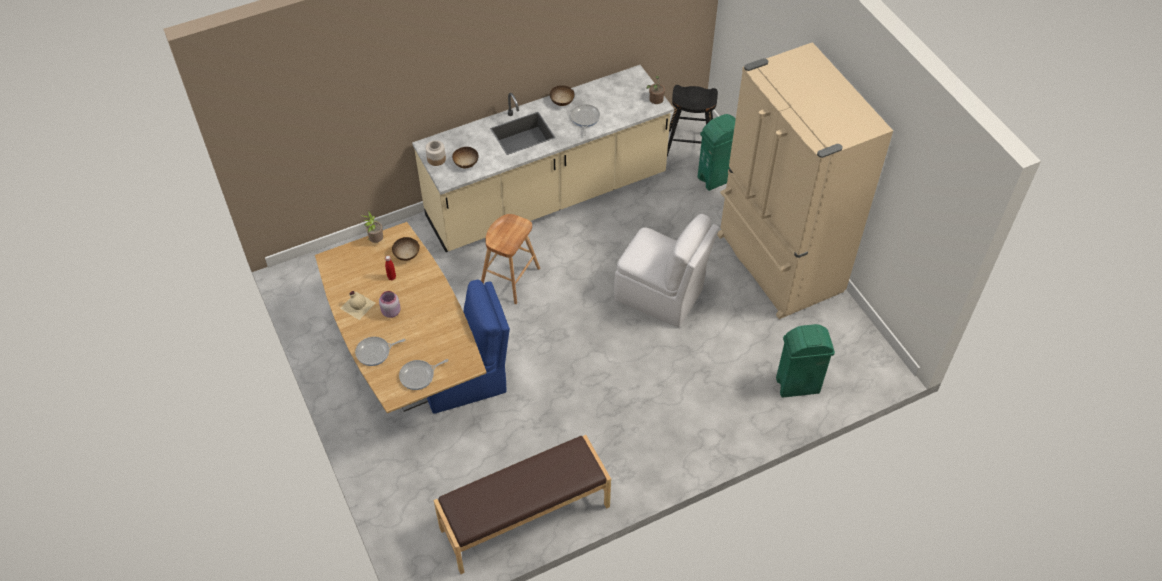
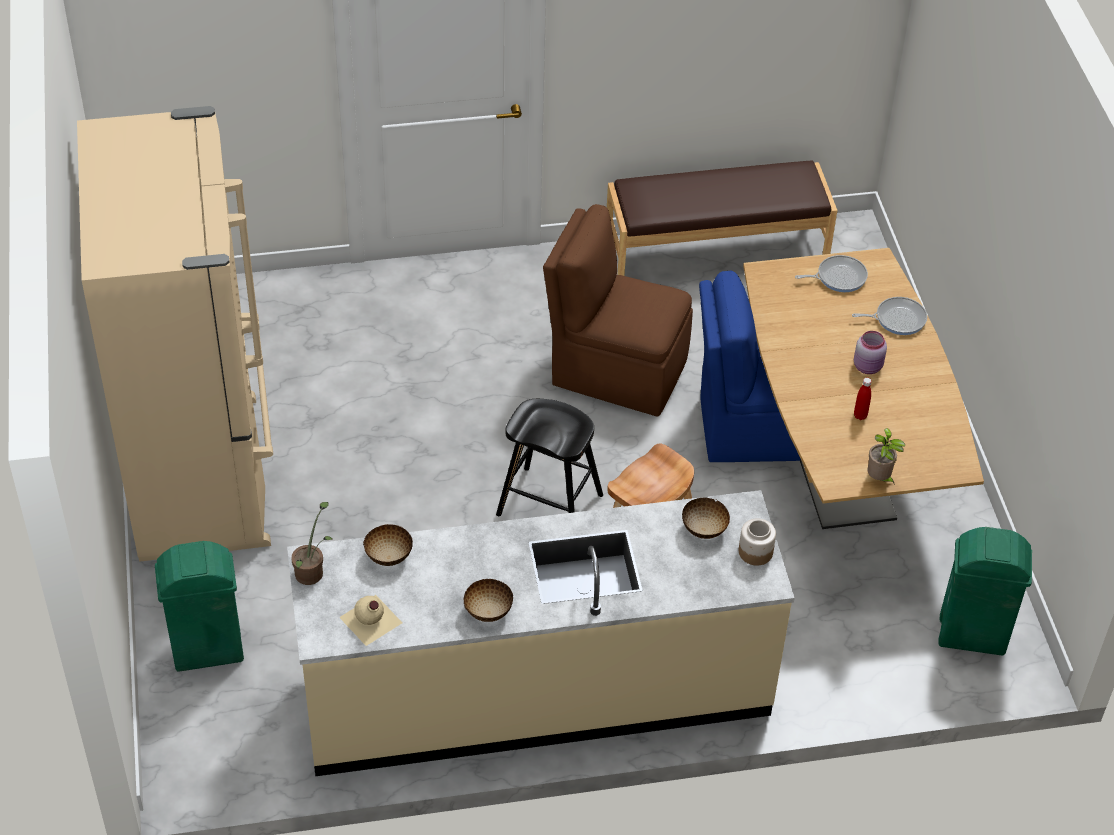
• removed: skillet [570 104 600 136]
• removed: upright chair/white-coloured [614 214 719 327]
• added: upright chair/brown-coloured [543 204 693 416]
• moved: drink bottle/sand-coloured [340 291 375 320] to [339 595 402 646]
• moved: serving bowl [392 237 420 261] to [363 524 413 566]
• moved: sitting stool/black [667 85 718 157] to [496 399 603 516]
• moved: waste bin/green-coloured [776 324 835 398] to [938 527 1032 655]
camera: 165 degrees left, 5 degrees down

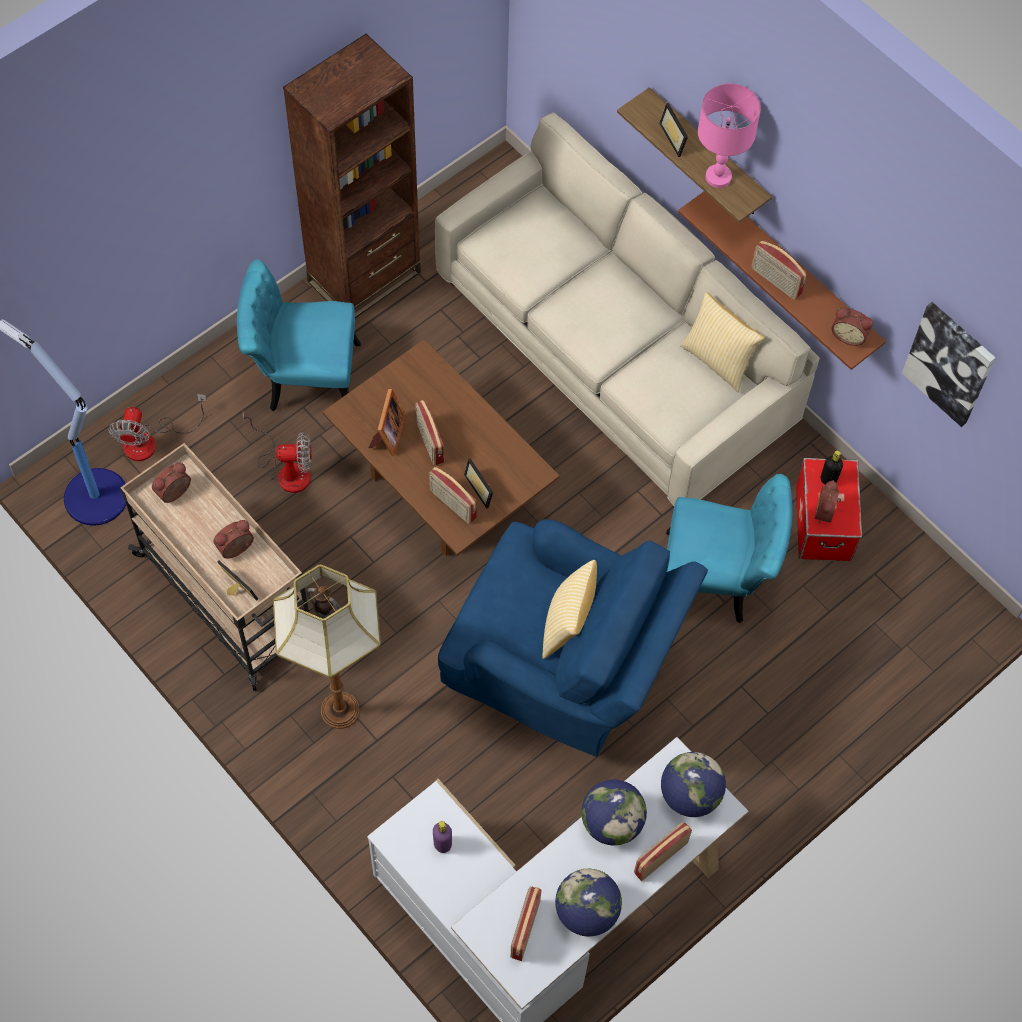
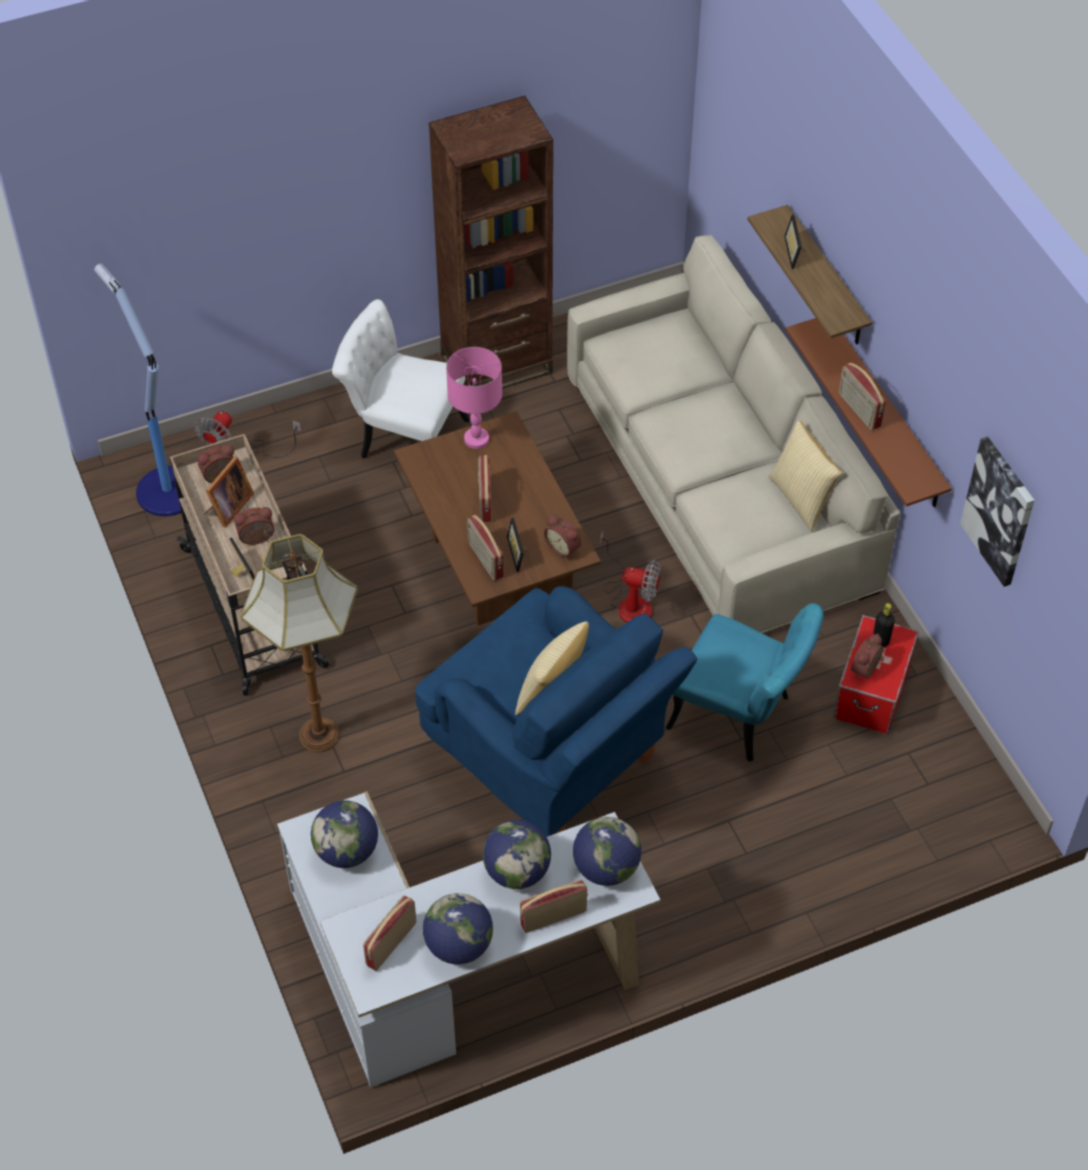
• moved: fan [243 412 312 493] to [600 531 661 623]
• moved: photo frame [369 389 406 456] to [204 456 254 527]
• moved: tabletop lamp/pinkish [698 83 761 188] to [446 347 502 449]
• moved: table clock [832 307 873 346] to [544 515 581 558]
• replaced: drink bottle/purple-coloured [433 821 452 853] to desk globe [311 800 378 868]
• recoloured: upright chair/turquoise-coloured [237 259 361 411] to upright chair/white-coloured [332 299 470 459]
camera: 20 degrees right, 10 degrees down

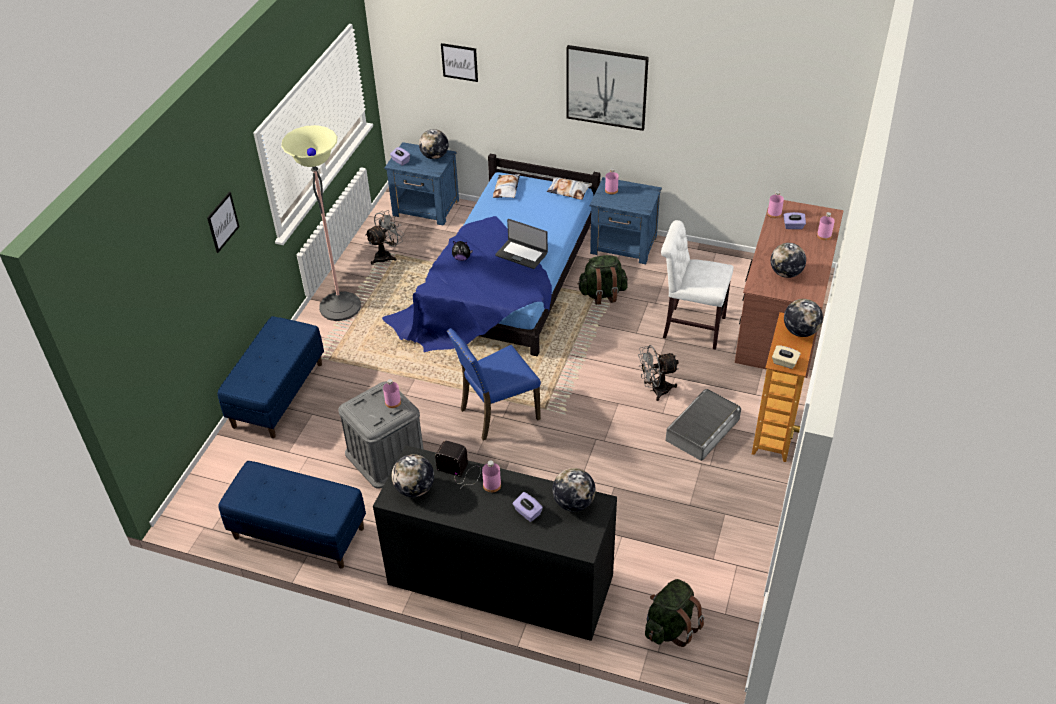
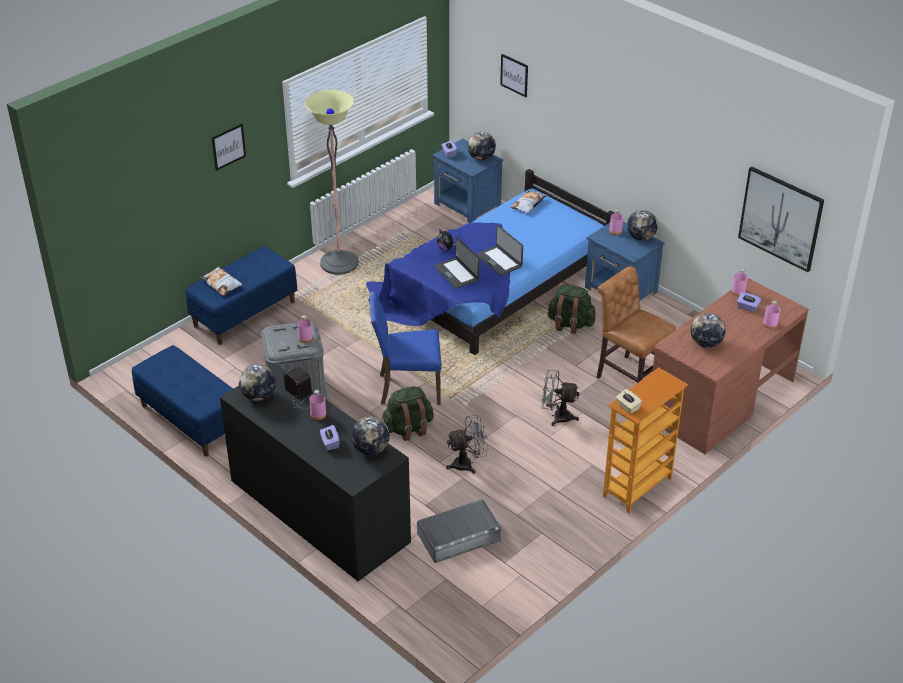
• added: laptop [434 237 480 289]
• moved: fan/gray [365 210 404 265] to [446 415 488 474]
• moved: throw pillow [547 177 591 200] to [201 267 242 296]
• moved: wall picture [566 45 649 131] to [738 166 824 272]
• moved: backpack/green-coloured [645 579 704 647] to [382 386 434 441]
• moved: storage bin/gray [666 389 741 461] to [417 500 501 563]
• moved: desk globe [784 299 823 337] to [627 210 658 241]
• recoloured: upright chair/white-coloured [661 220 734 350] to upright chair/brown-coloured [597 266 676 383]
camera: 25 degrees right, 5 degrees down

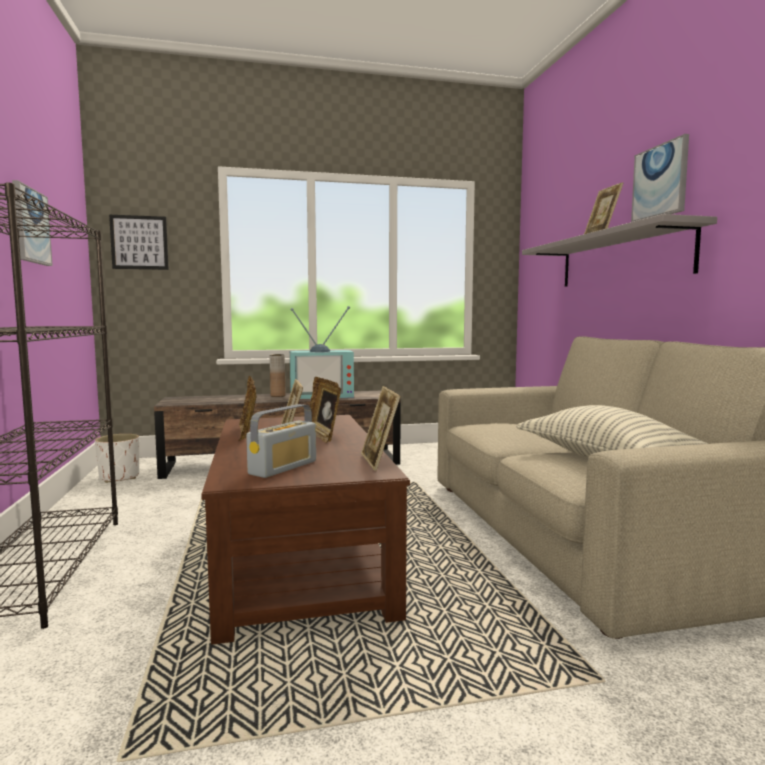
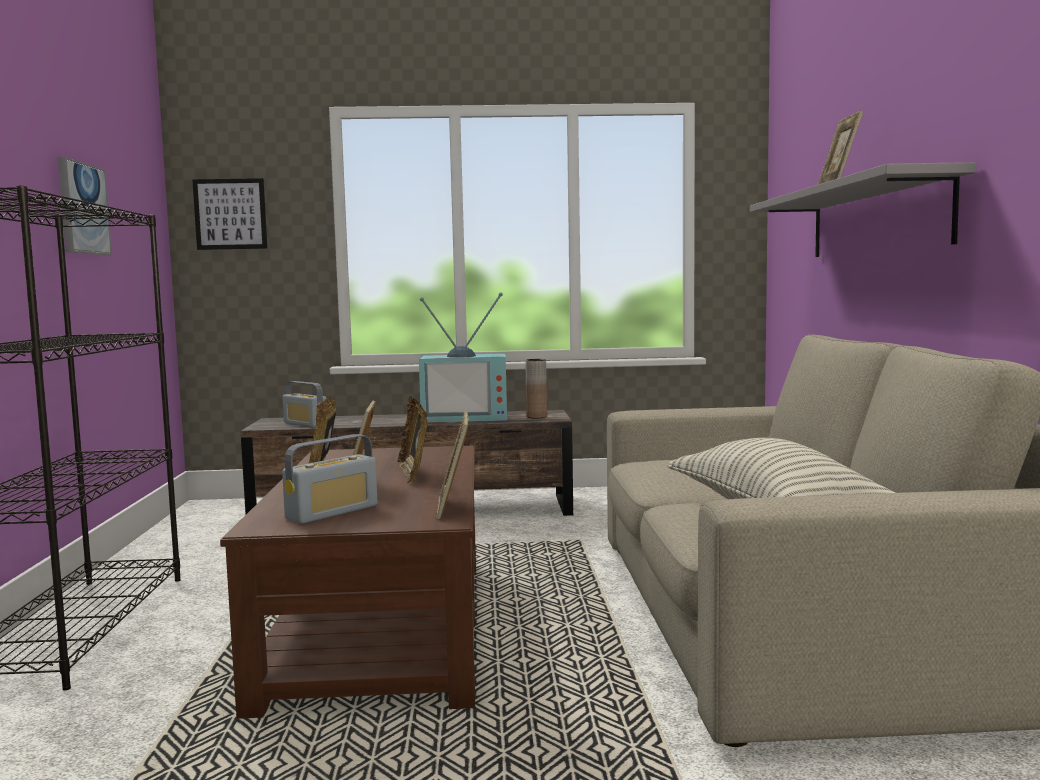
• removed: planter/white-coloured [95 434 139 483]
• removed: wall picture [631 134 689 222]
• added: radio set [283 381 327 427]
• moved: decorative vase/brown-coloured [270 354 285 397] to [525 359 547 418]
camera: 10 degrees right, 0 degrees up

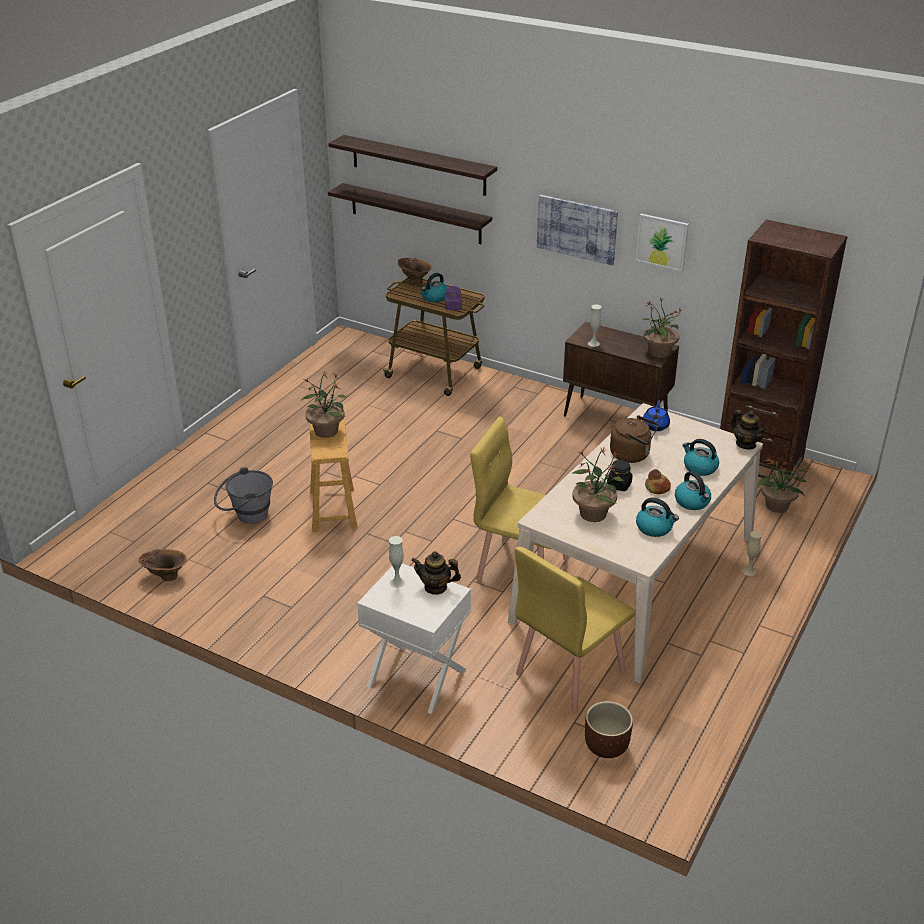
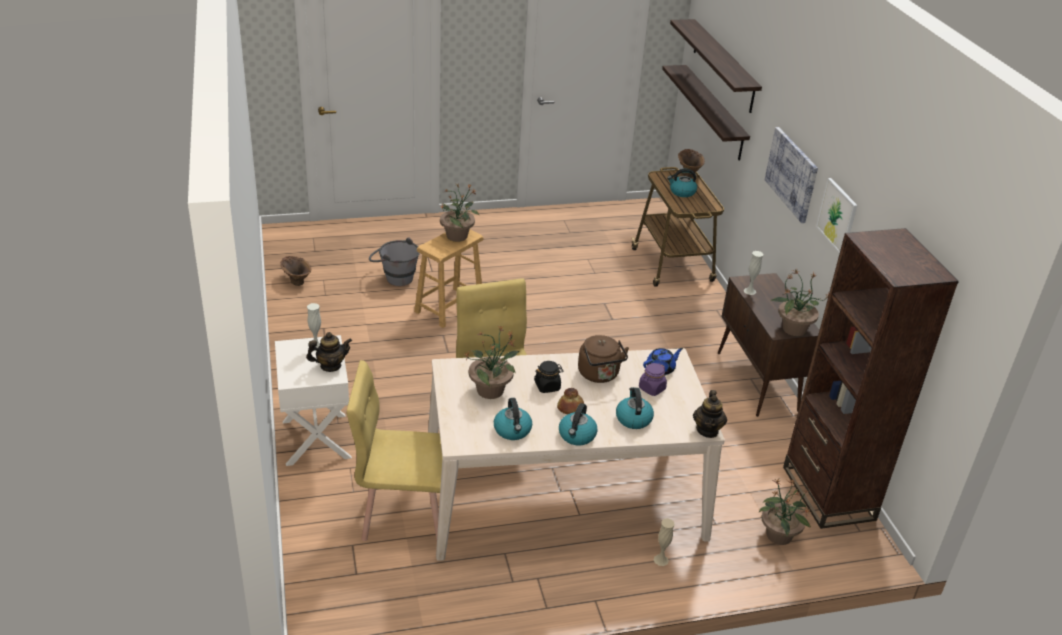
• removed: planter/brown-coloured [585 701 633 758]
• moved: jar/purple-coloured [445 286 462 310] to [639 363 667 396]
• turned: teapot [411 551 461 595] = [306 332 352 372] 105 degrees clockwise
camera: 45 degrees right, 0 degrees up

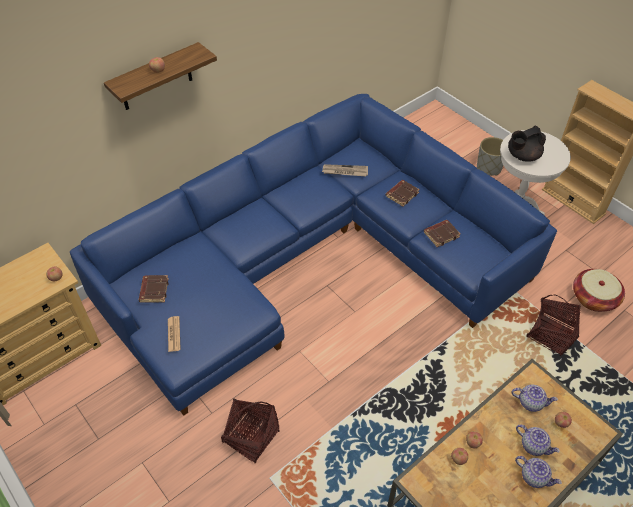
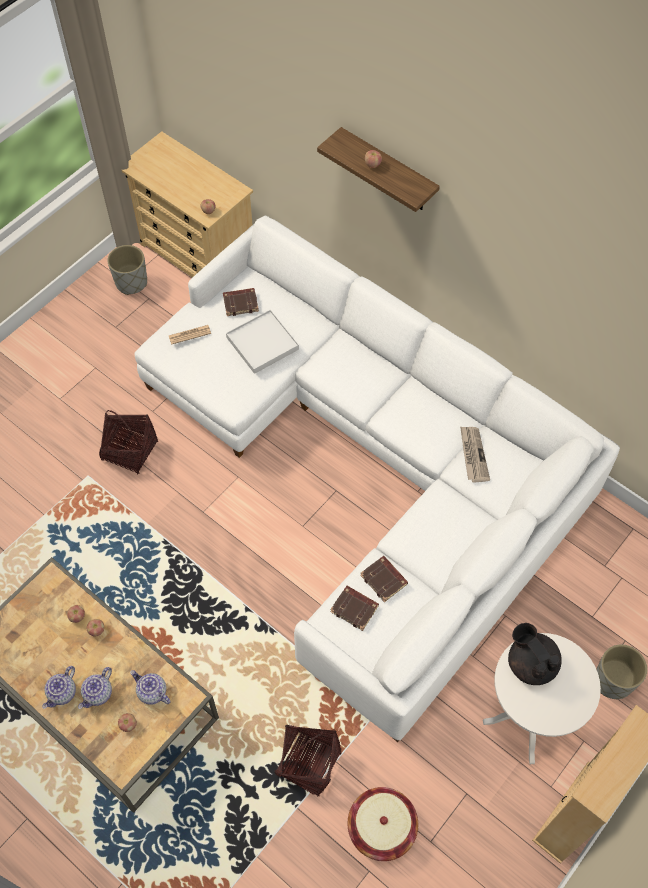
• added: planter/gray [107 245 147 295]
• added: tray/white-coloured [226 309 299 374]
• moved: book/brown-coloured [386 180 420 207] to [330 586 379 631]
• recoloured: settee/blue-coloured [70 94 557 416] to settee/white-coloured [134 215 620 742]
• turned: teapot [512 385 558 412] = [130 670 171 705] 120 degrees clockwise
camera: 80 degrees right, 10 degrees up

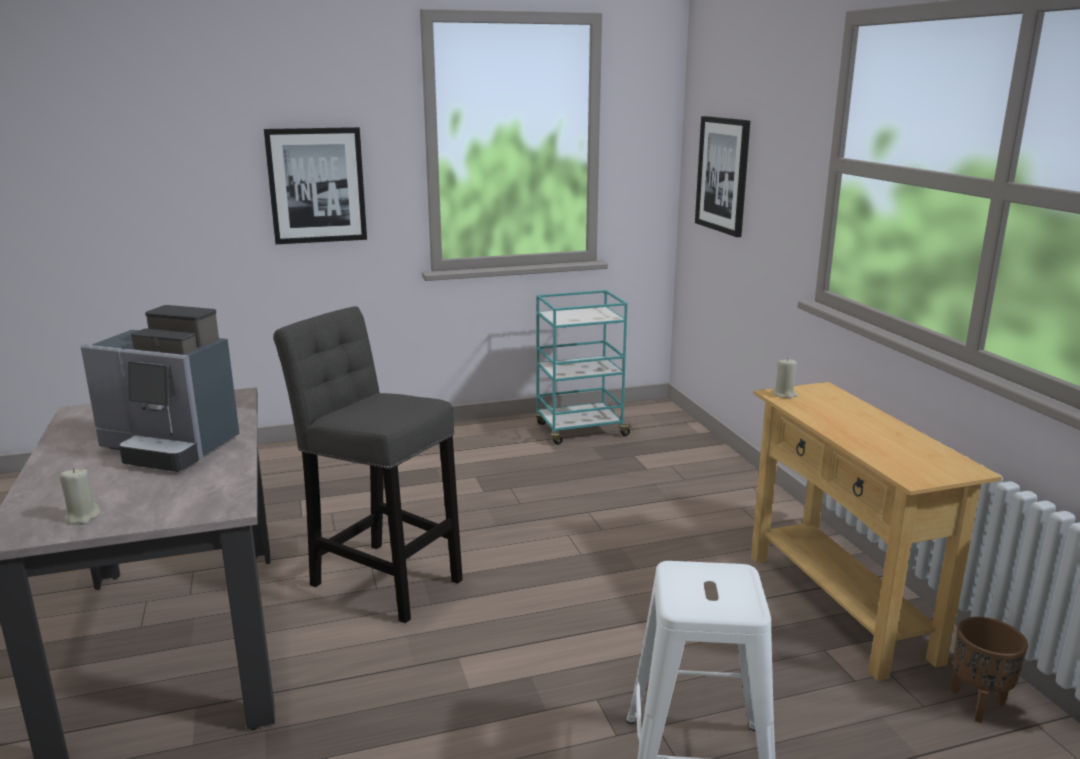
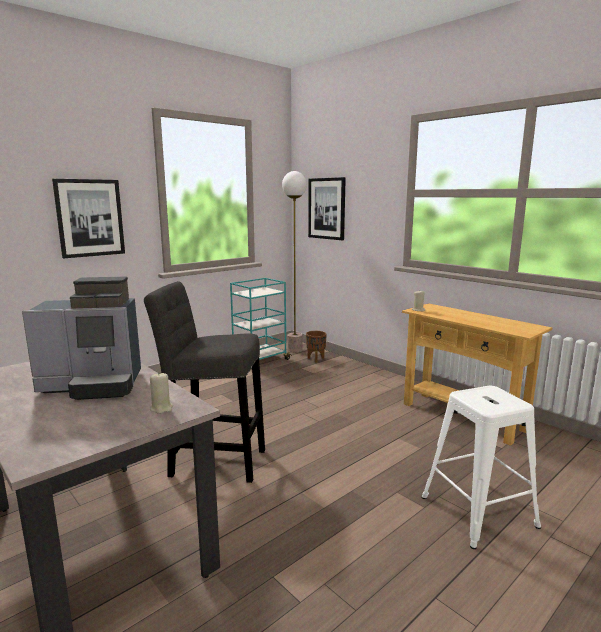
• added: standing lamp [282 171 307 352]
• moved: wax candle/sand-coloured [60 468 100 524] to [150 372 173 414]
• moved: planter/brown-coloured [951 617 1028 723] to [306 331 327 363]
camera: 25 degrees left, 5 degrees down

